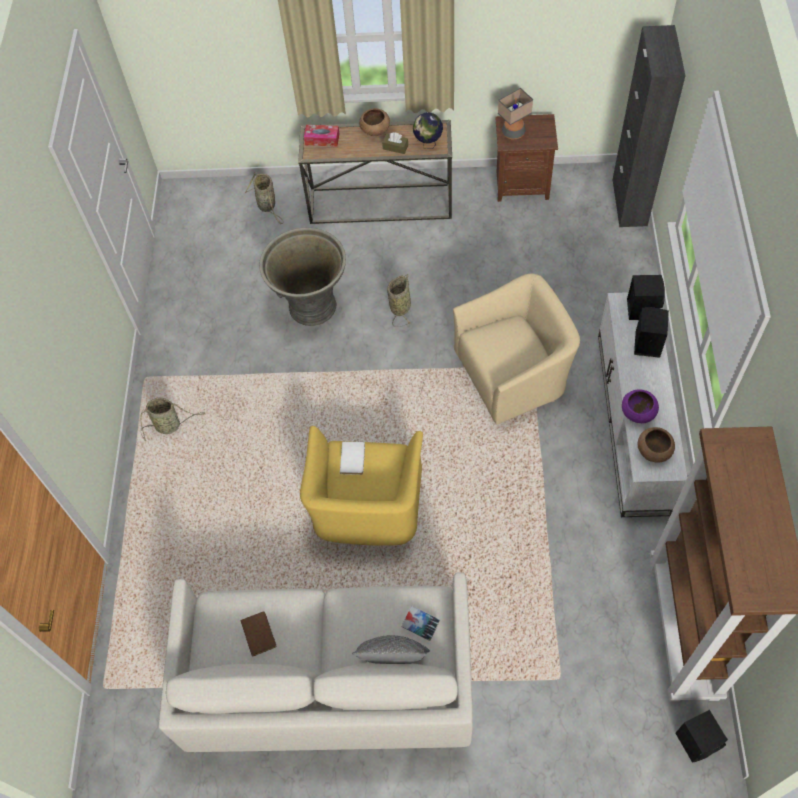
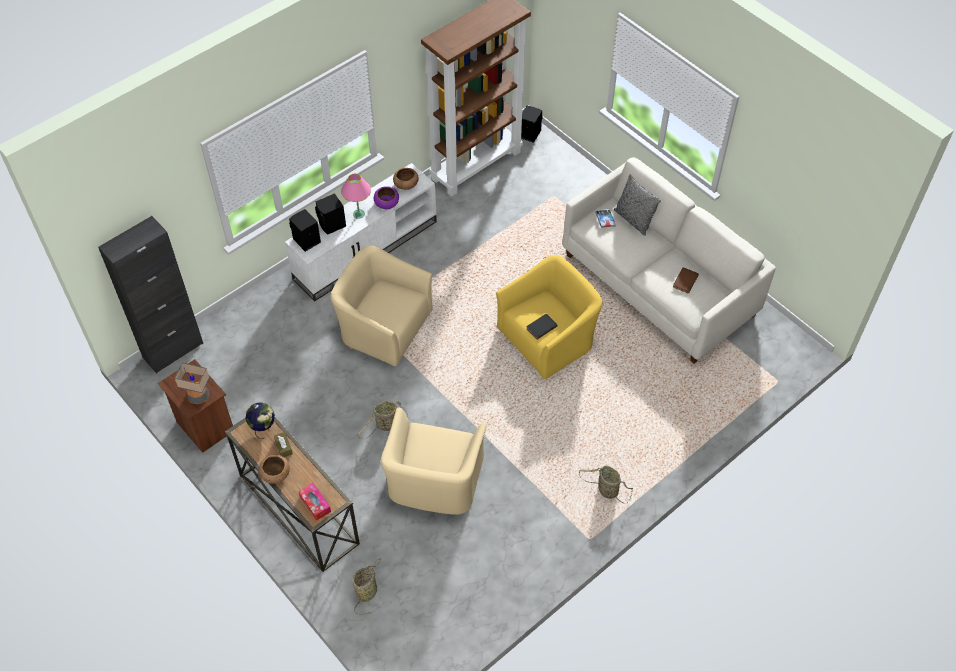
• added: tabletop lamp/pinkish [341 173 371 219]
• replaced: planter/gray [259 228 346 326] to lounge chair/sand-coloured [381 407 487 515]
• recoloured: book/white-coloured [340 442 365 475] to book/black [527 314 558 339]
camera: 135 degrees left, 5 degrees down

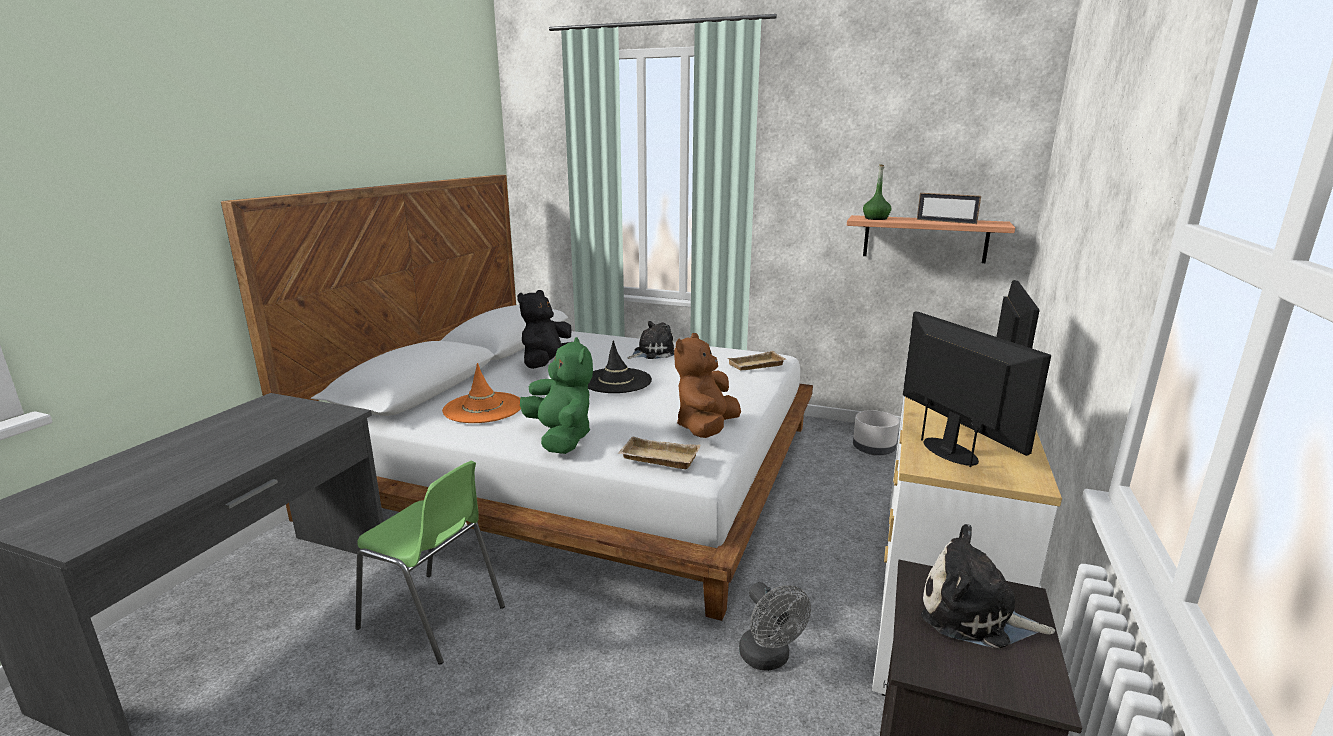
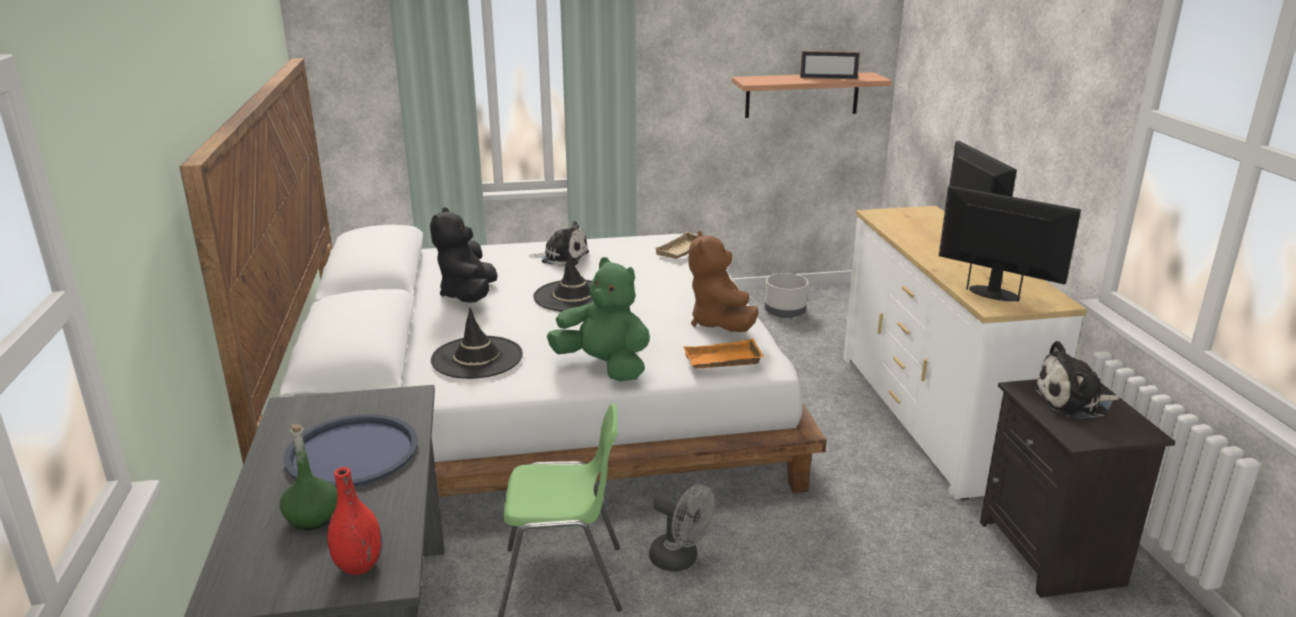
• added: tray/blue-coloured [284 414 418 487]
• added: decorative vase/reddish [327 467 383 575]
• moved: fan/gray [739 582 811 671] to [649 484 715 572]
• moved: drink bottle/green-coloured [863 164 892 220] to [280 424 337 530]
• recoloured: clothing hat/orange [442 363 521 423] to clothing hat/black [431 308 523 379]
• recoloured: tray/sand-coloured [618 436 701 469] to tray/orange [683 338 764 368]
• turned: plush toy [628 321 674 359] = [529 221 589 267] 75 degrees clockwise
camera: 30 degrees left, 5 degrees up

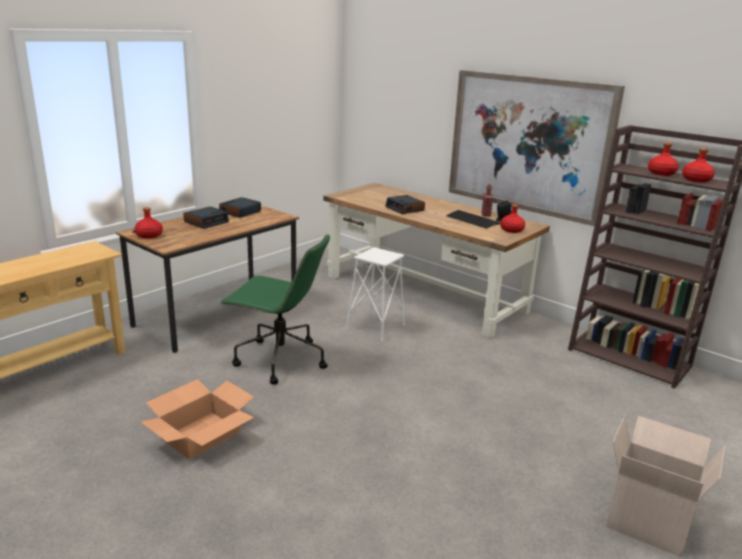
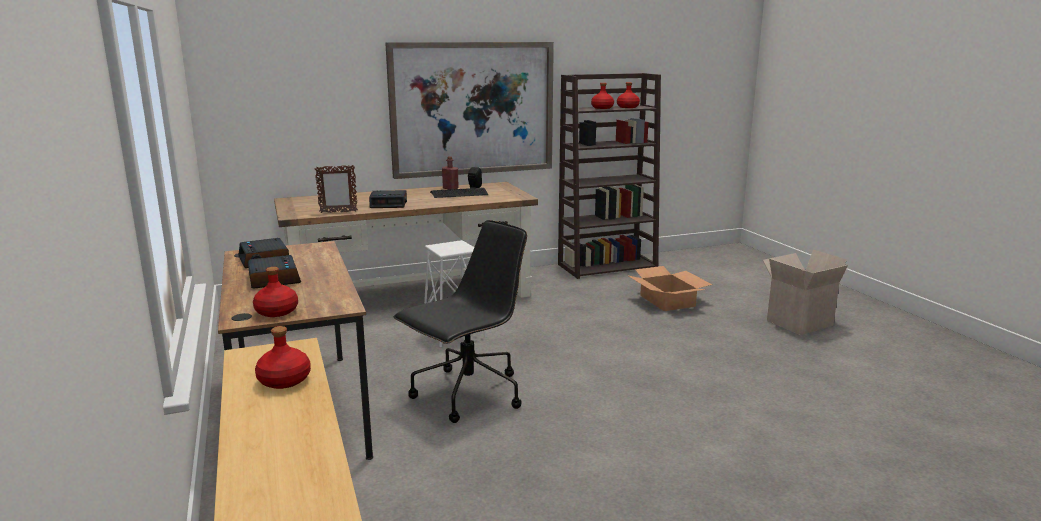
• added: photo frame [315 165 358 213]
• moved: cardboard box [141 379 254 460] to [627 266 712 311]
• moved: drink bottle/reddish [500 204 525 233] to [255 326 311 389]
• recoloured: desk chair/green-coloured [220 233 330 385] to desk chair/black [393 220 527 423]
camera: 60 degrees left, 5 degrees down

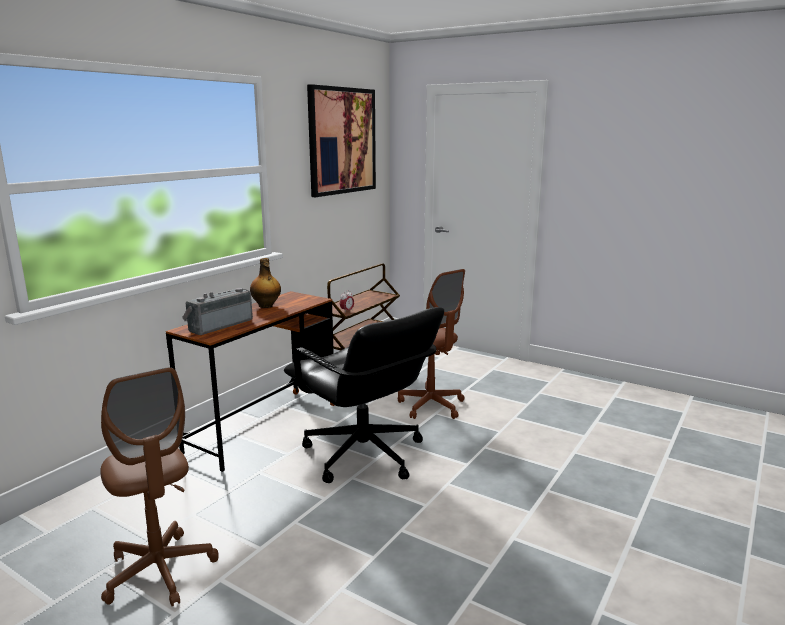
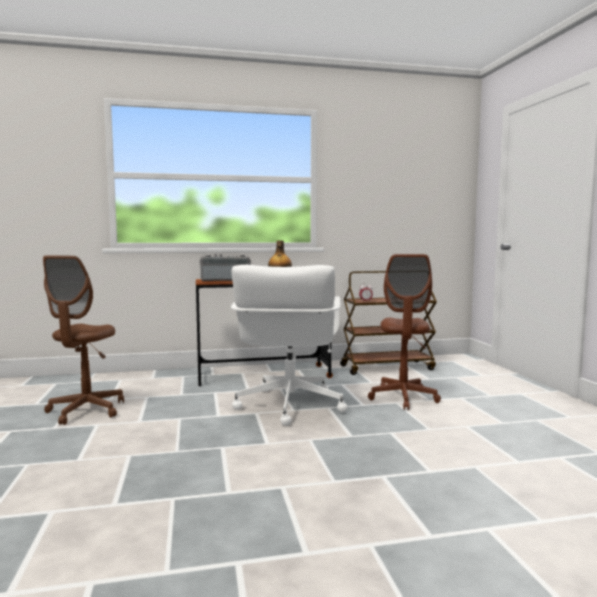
• removed: wall picture [307 84 376 197]
• recoloured: desk chair/black [284 307 444 483] to desk chair/white-coloured [231 265 348 426]
camera: 45 degrees right, 10 degrees down

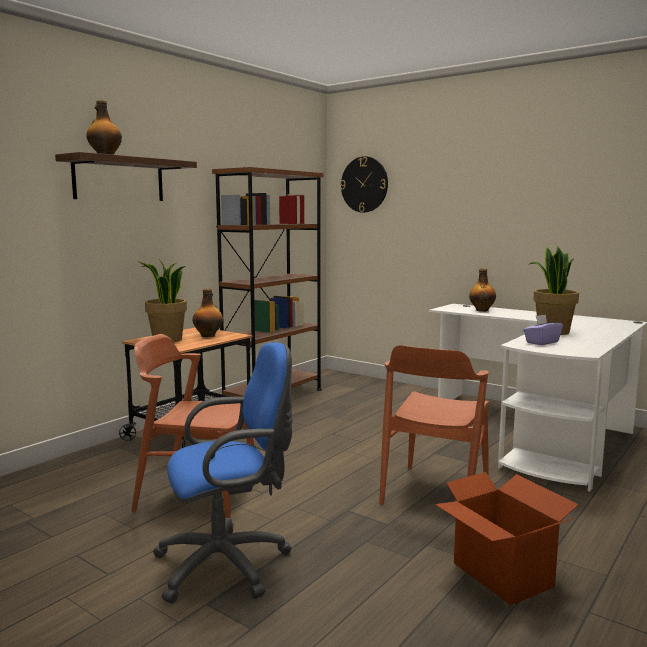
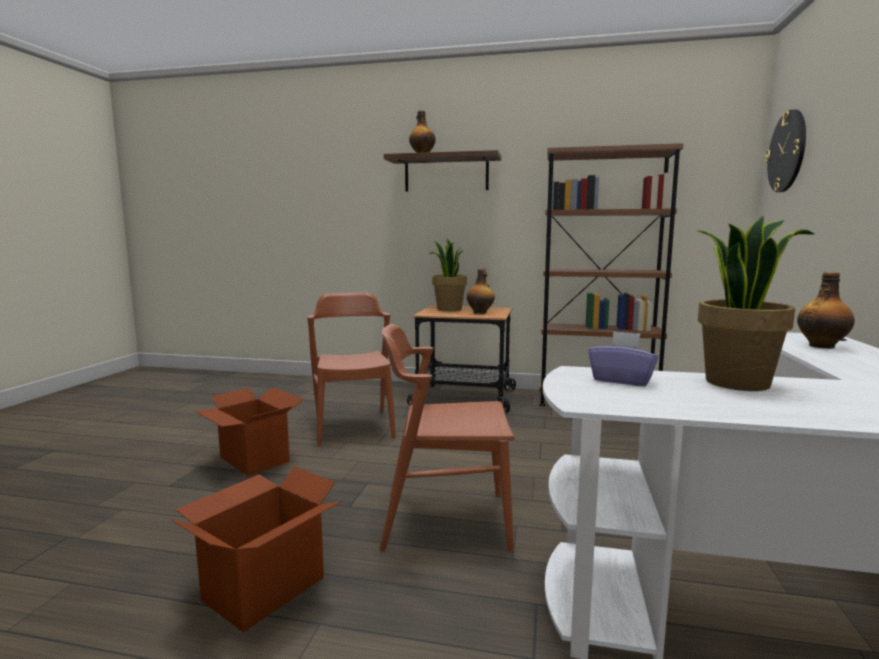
• replaced: desk chair/blue-coloured [153 342 293 603] to cardboard box [195 387 304 476]
camera: 65 degrees right, 0 degrees up

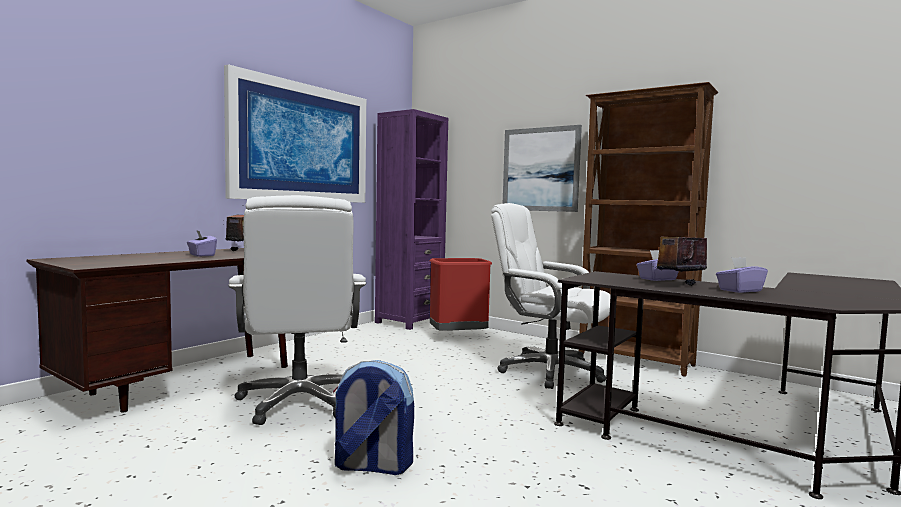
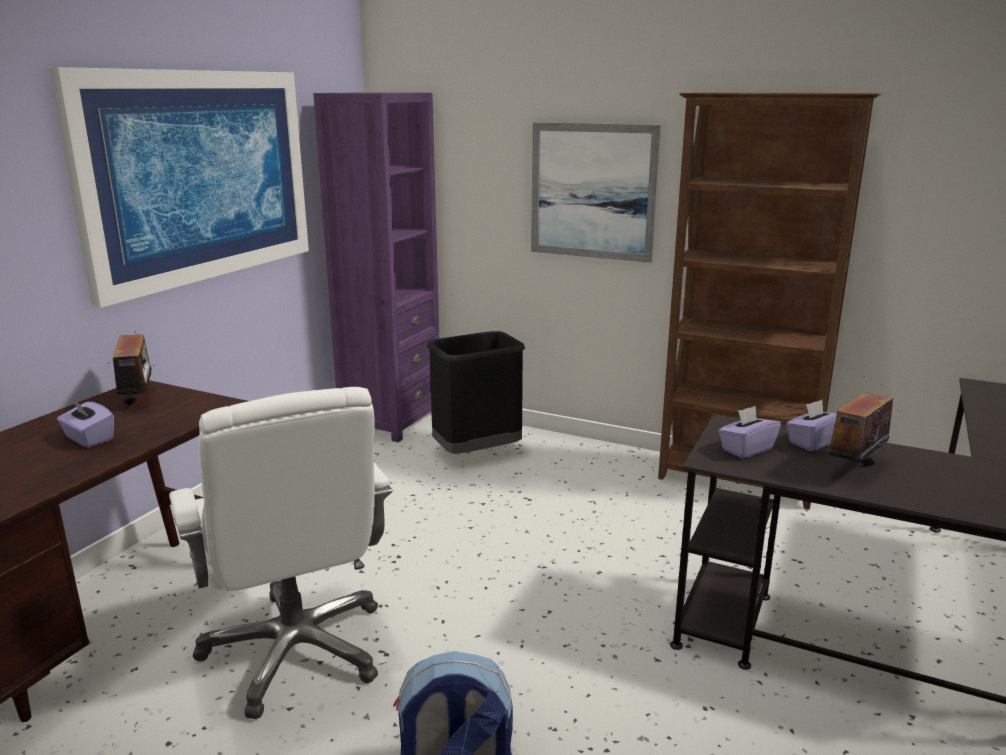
• removed: desk chair/white-coloured [491 203 611 389]
• moved: tissue holder/purple-coloured [716 257 768 293] to [718 406 781 459]
• recoloured: waste bin/reddish [430 258 492 331] to waste bin/black [427 331 525 454]
camera: 10 degrees left, 15 degrees up

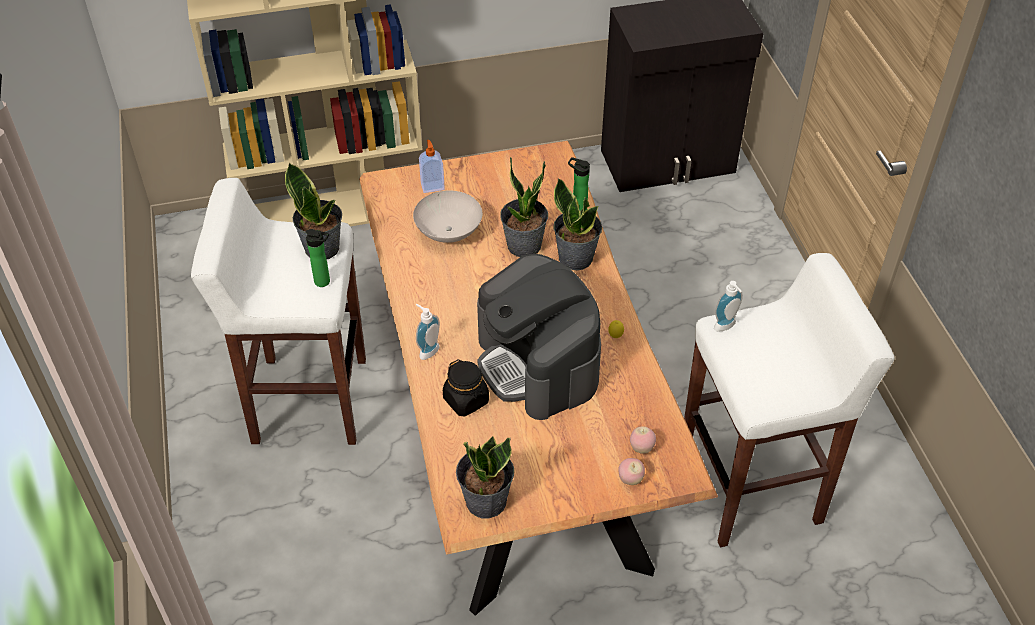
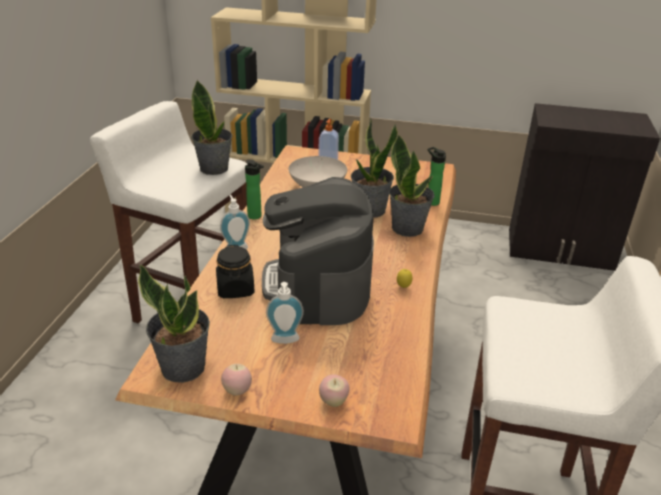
• moved: drink bottle [305 229 330 287] to [245 159 264 219]
• moved: apple [630 427 656 454] to [221 364 252 396]
• moved: soap dispenser [714 281 743 332] to [266 282 304 344]
camera: 25 degrees right, 15 degrees down

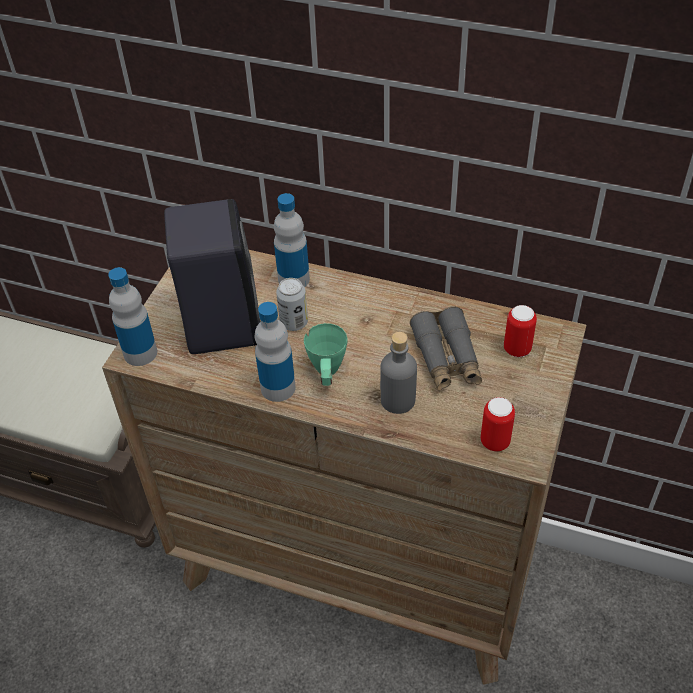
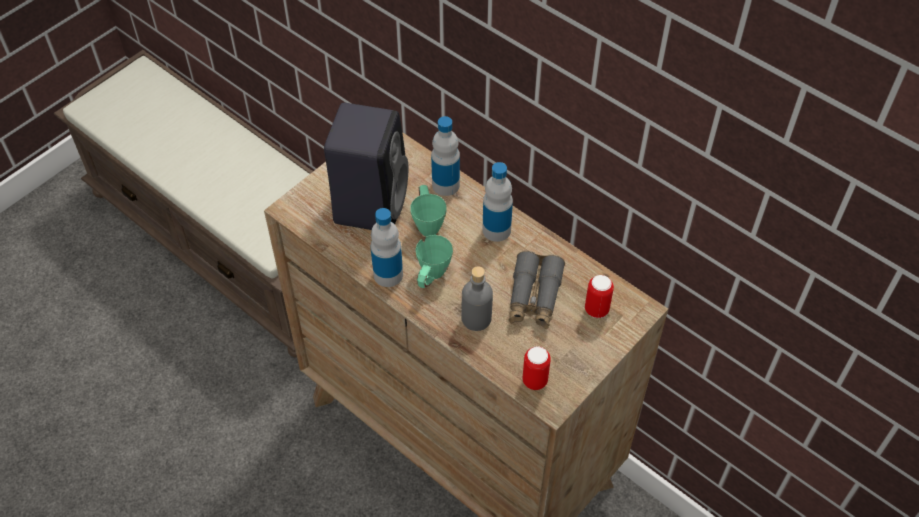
• moved: drink bottle [108 267 157 366] to [482 162 513 242]
• replaced: can [276 278 308 331] to mug/green-coloured [410 185 447 237]
camera: 20 degrees right, 5 degrees up

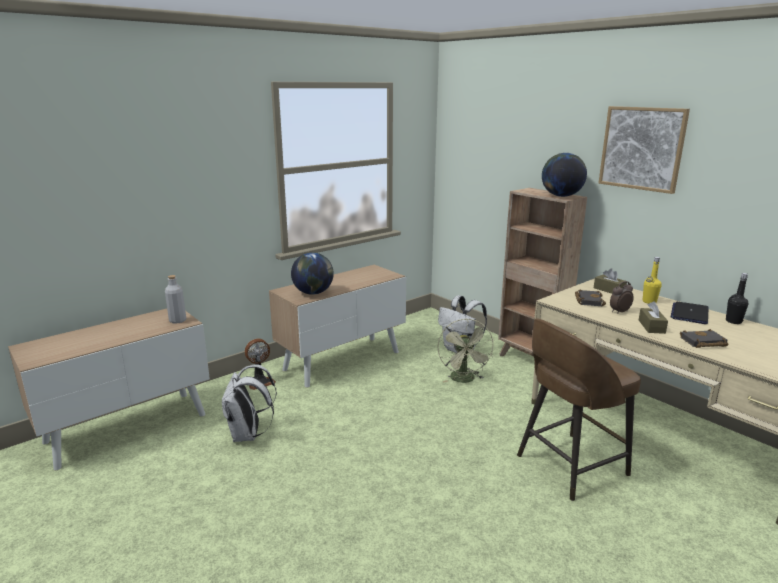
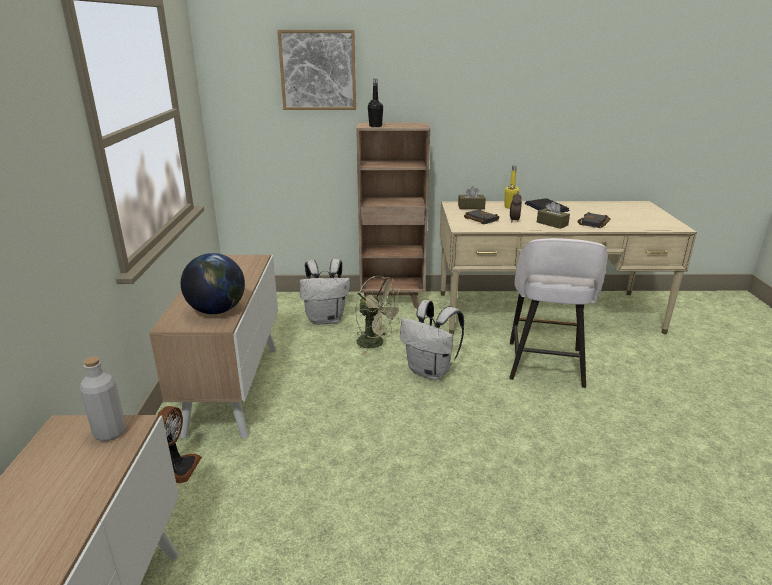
• removed: desk globe [542 153 587 197]
• moved: backpack/white-coloured [222 364 277 442] to [400 300 464 380]
• moved: wall picture [599 106 690 194] to [277 30 356 110]
• moved: drink bottle/black [726 273 748 324] to [368 79 383 127]
• recoloured: sitting stool/brown-coloured [517 318 641 501] to sitting stool/white-coloured [509 238 608 388]
camera: 50 degrees left, 5 degrees up

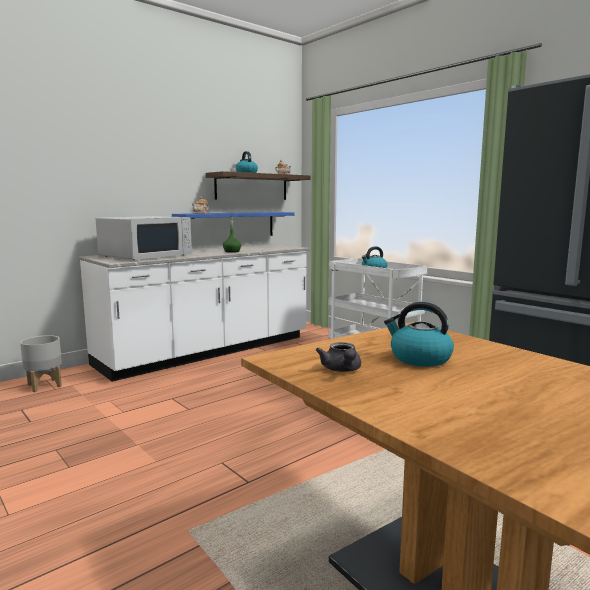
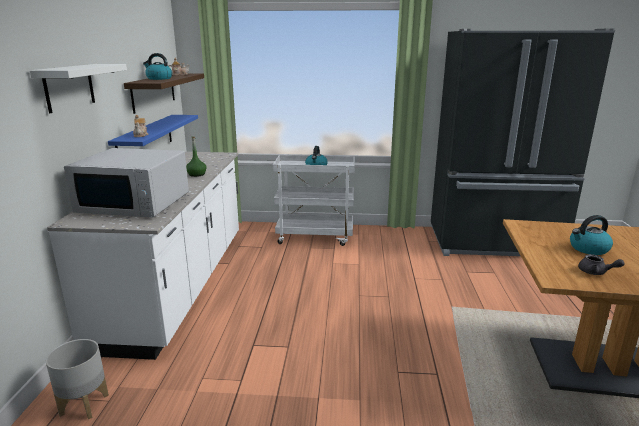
• added: shelf/white-coloured [30 64 127 113]
• turned: microwave/white-coloured [96 216 192 260] = [64 148 189 218] 105 degrees clockwise
camera: 45 degrees left, 10 degrees up

